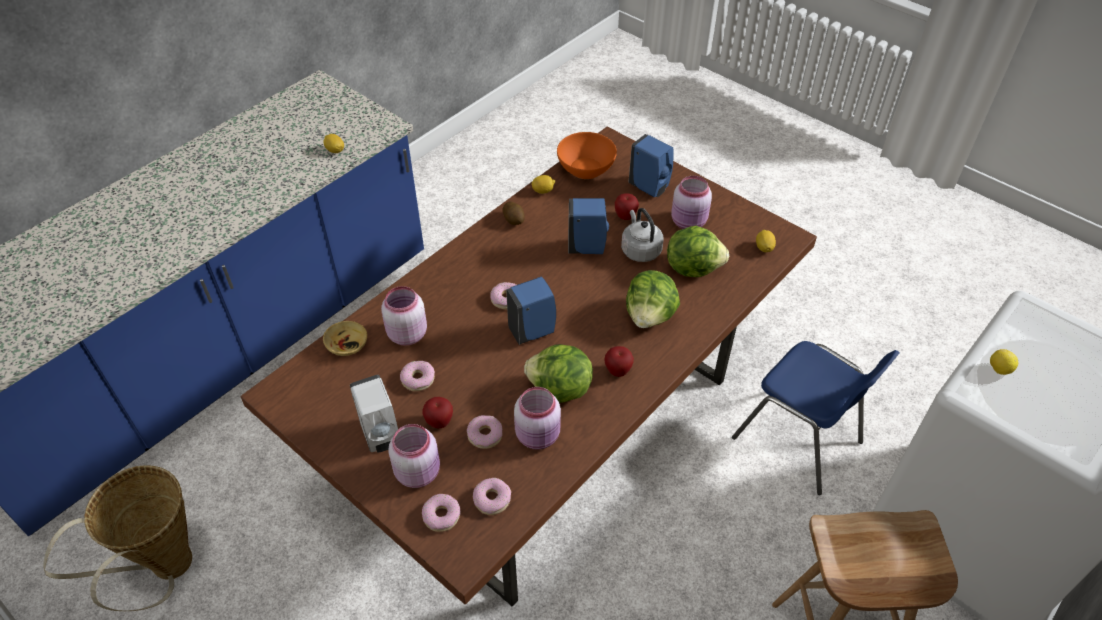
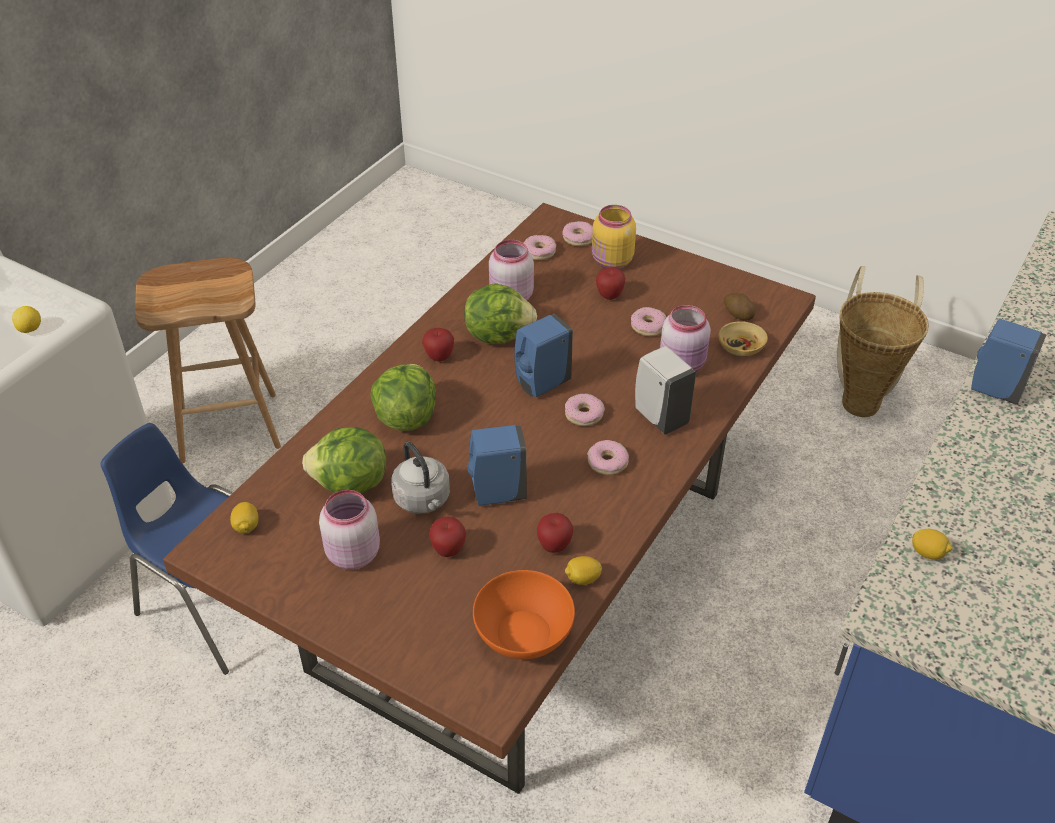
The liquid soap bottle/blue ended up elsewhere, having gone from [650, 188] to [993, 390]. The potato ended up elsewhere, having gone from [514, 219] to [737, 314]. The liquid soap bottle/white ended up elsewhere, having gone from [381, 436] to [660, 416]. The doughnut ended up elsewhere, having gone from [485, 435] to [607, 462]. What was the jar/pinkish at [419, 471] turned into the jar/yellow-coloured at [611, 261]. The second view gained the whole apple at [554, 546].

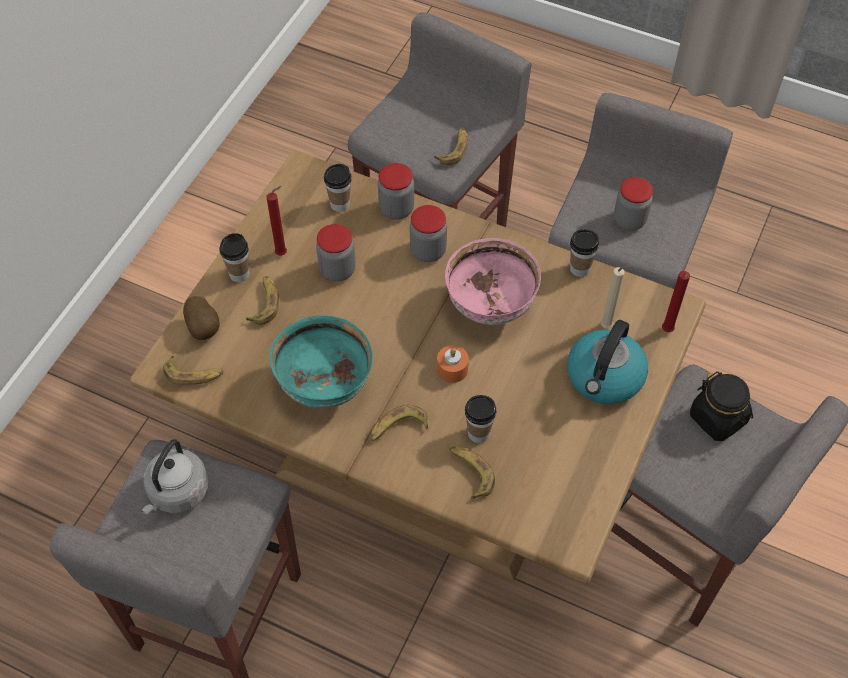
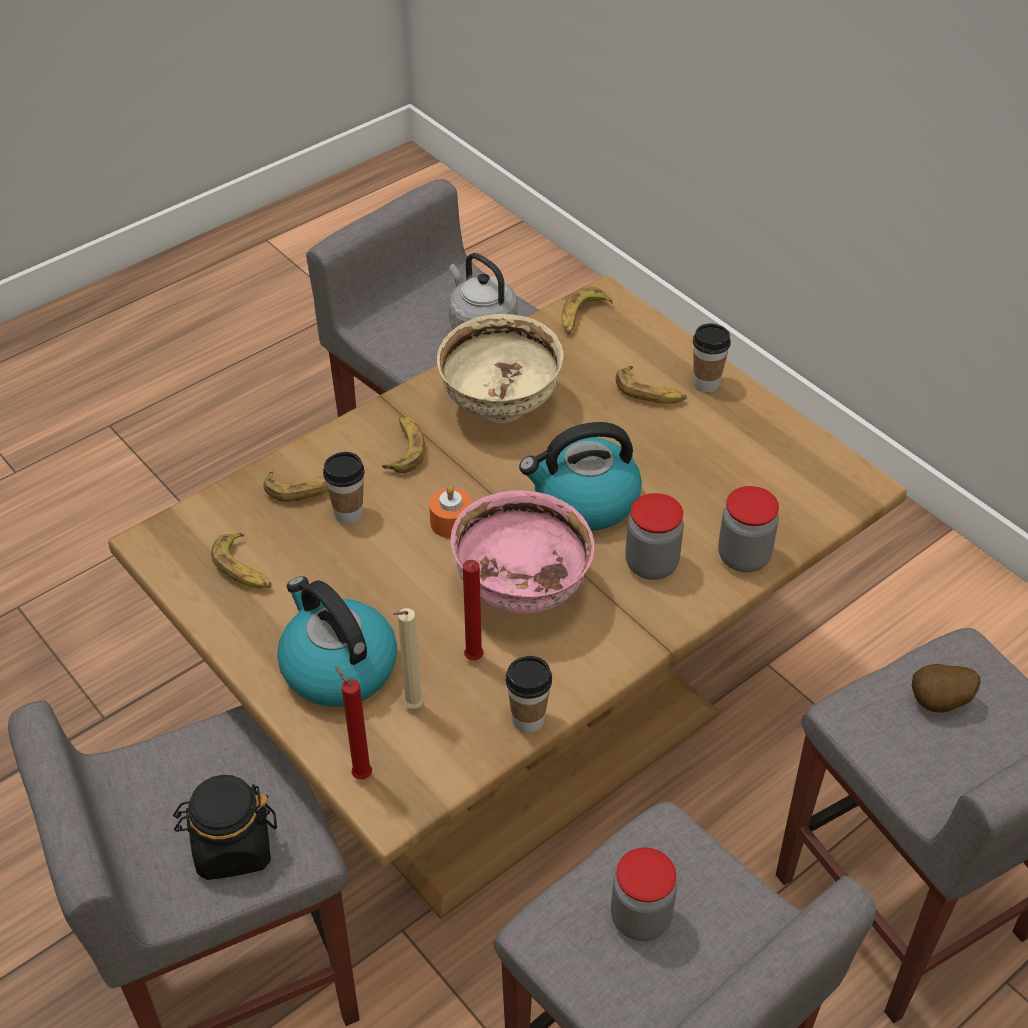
The whole banana ended up elsewhere, having gone from [454, 149] to [244, 568]. The second view lost the cup at [340, 204]. The wax light/reddish ended up elsewhere, having gone from [283, 253] to [473, 660]. The second view lost the jar at [337, 270]. The potato ended up elsewhere, having gone from [204, 328] to [939, 703]. What was the serving bowl/blue-green at [325, 385] turned into the serving bowl/beige at [502, 408]. The second view gained the tea kettle at [584, 501].

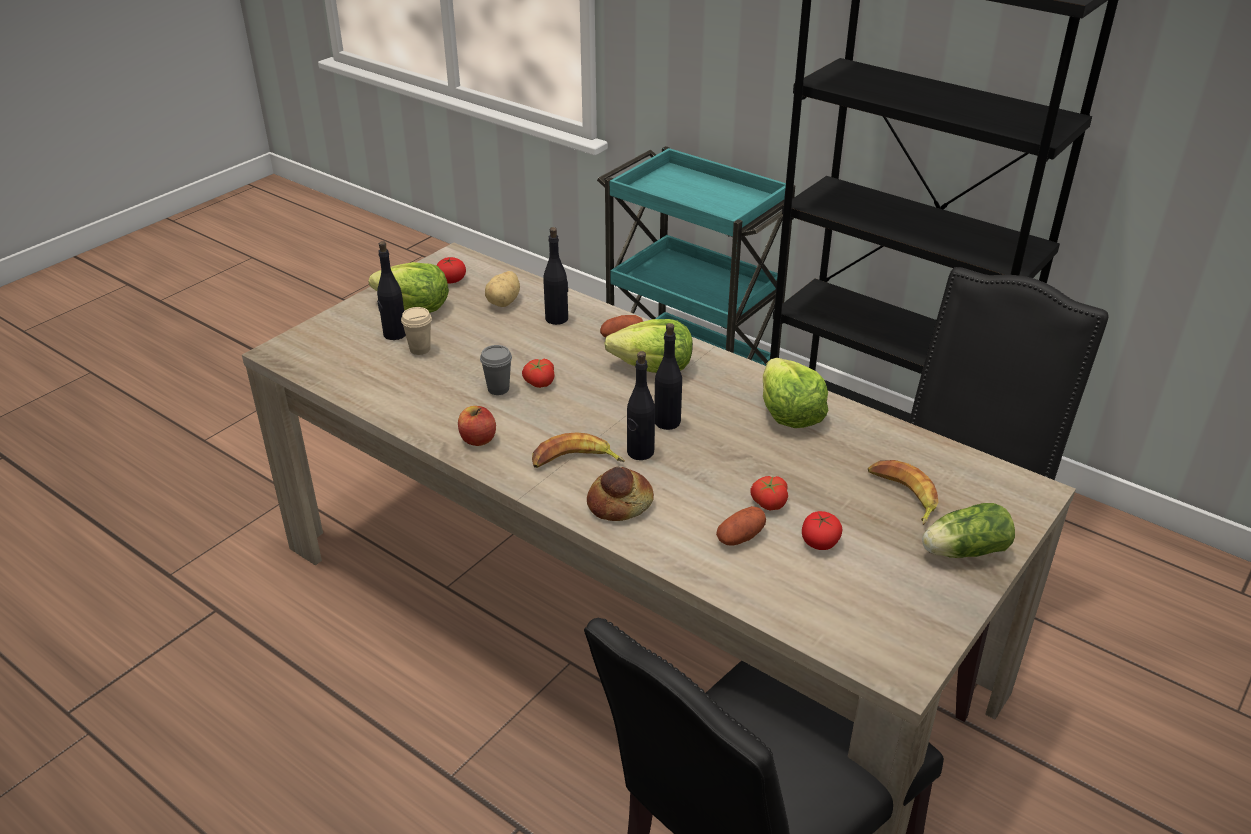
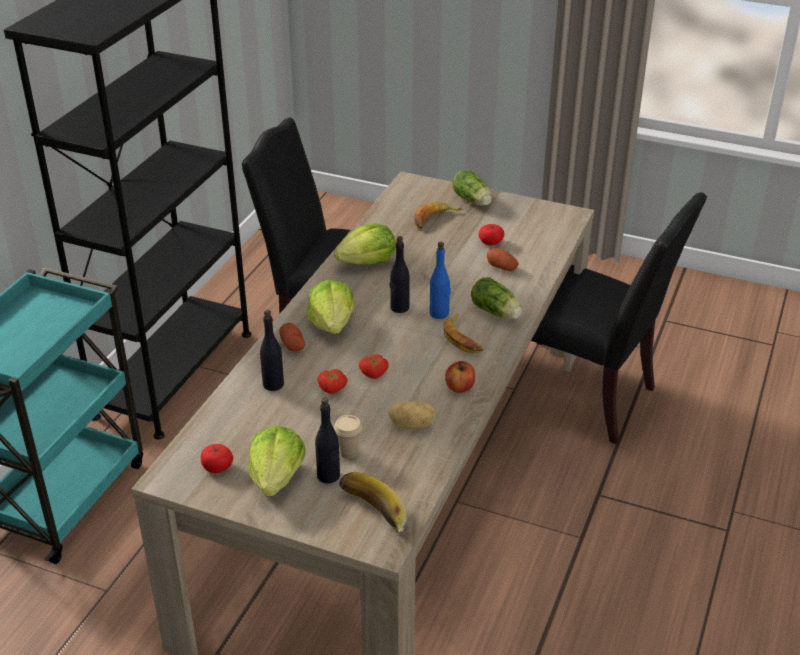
The potato ended up elsewhere, having gone from [505, 302] to [412, 425]. The second view lost the cup/greyish at [498, 389]. What was the drink bottle/black at [640, 452] turned into the drink bottle/blue at [439, 313]. Where the baked bread stood at [620, 504], the lettuce came to stand at [496, 313]. The whole tomato ended up elsewhere, having gone from [768, 502] to [332, 389]. The second view gained the whole banana at [371, 514].

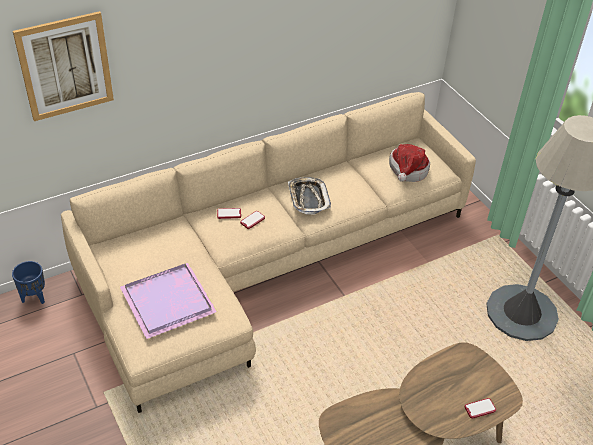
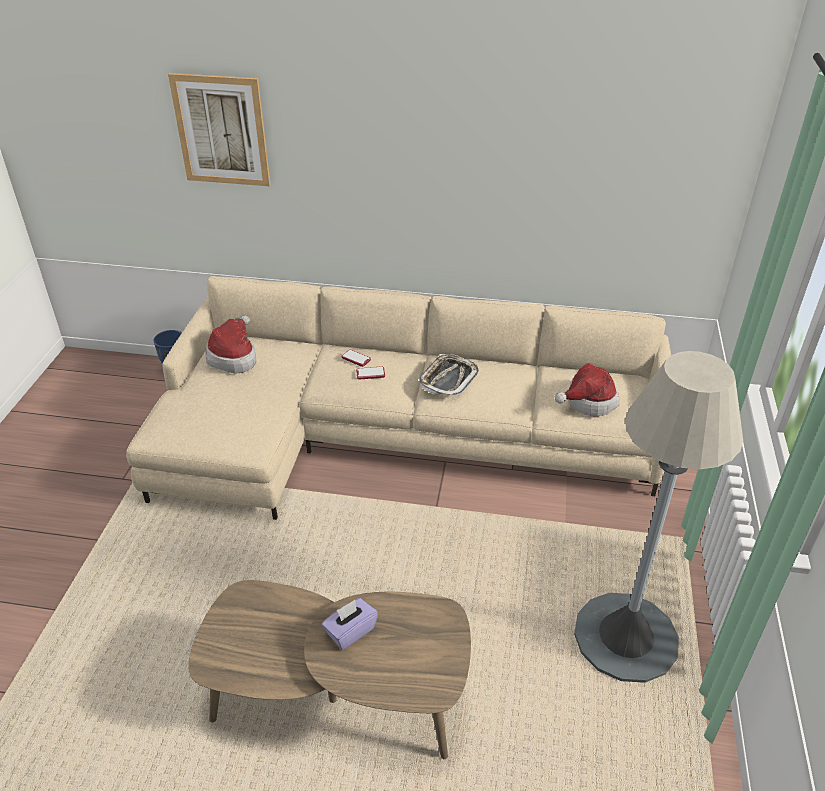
The second view lost the tray/purple at [170, 302]. The second view lost the phone at [480, 409]. The second view gained the hat at [234, 357]. The second view gained the tissue box/purple at [350, 631].

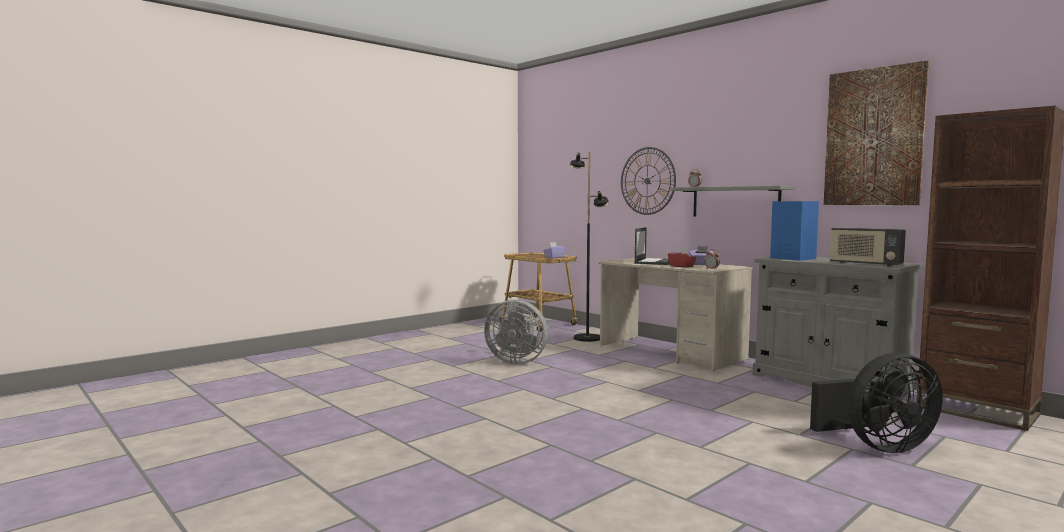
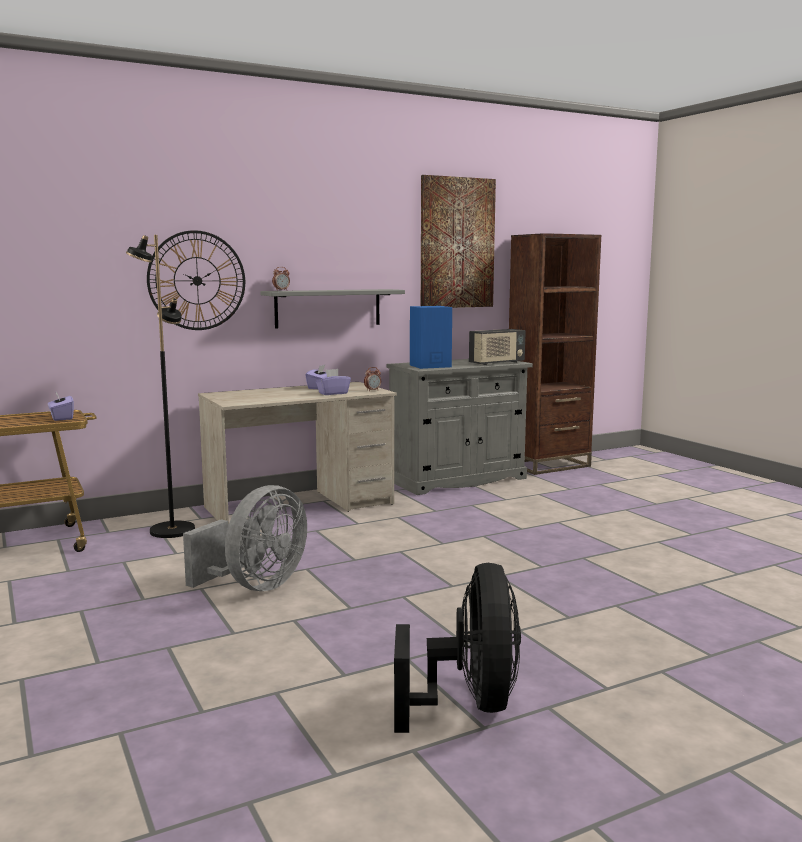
The second view lost the laptop at [655, 262]. What was the tissue box/reddish at [681, 266] turned into the tissue box/purple at [333, 393]. The cooling fan/black ended up elsewhere, having gone from [878, 446] to [469, 704].

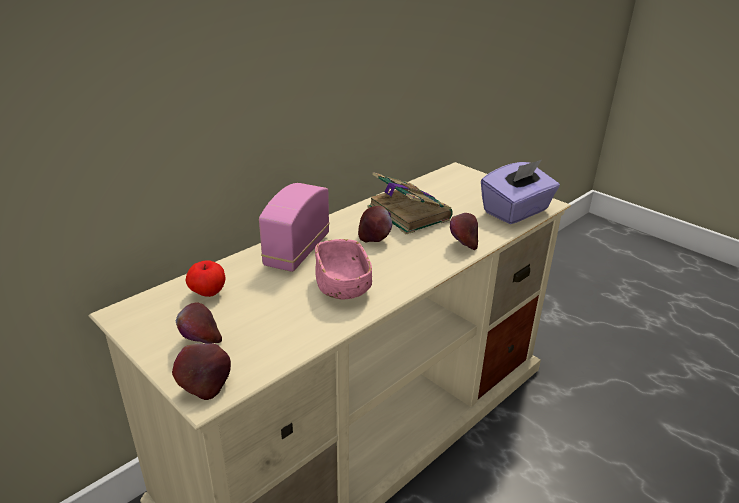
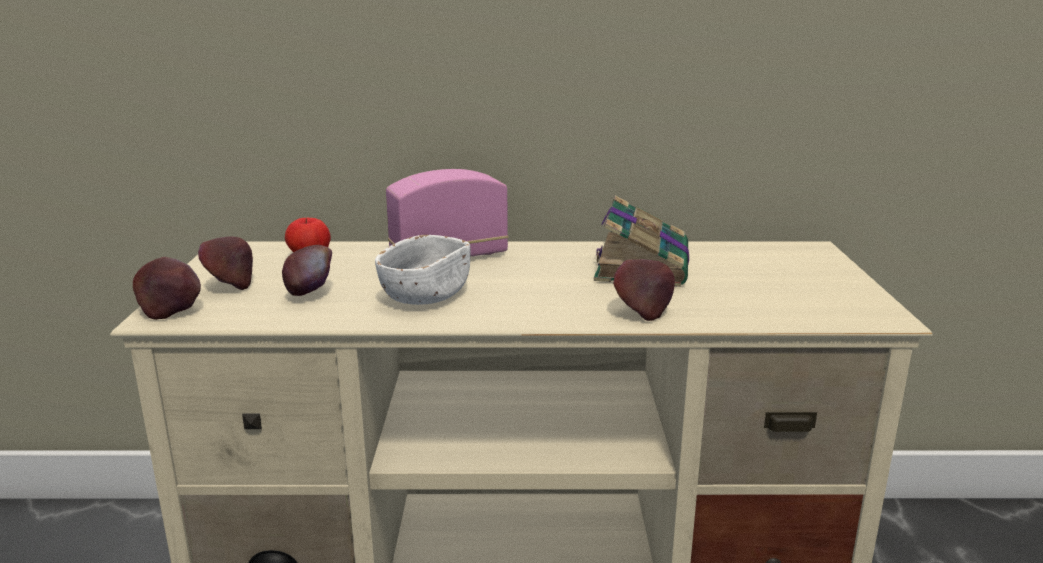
The second view lost the tissue box/purple at [516, 211]. The whole apple ended up elsewhere, having gone from [374, 238] to [310, 294]. What was the serving bowl/pinkish at [342, 286] turned into the serving bowl/white at [426, 295].

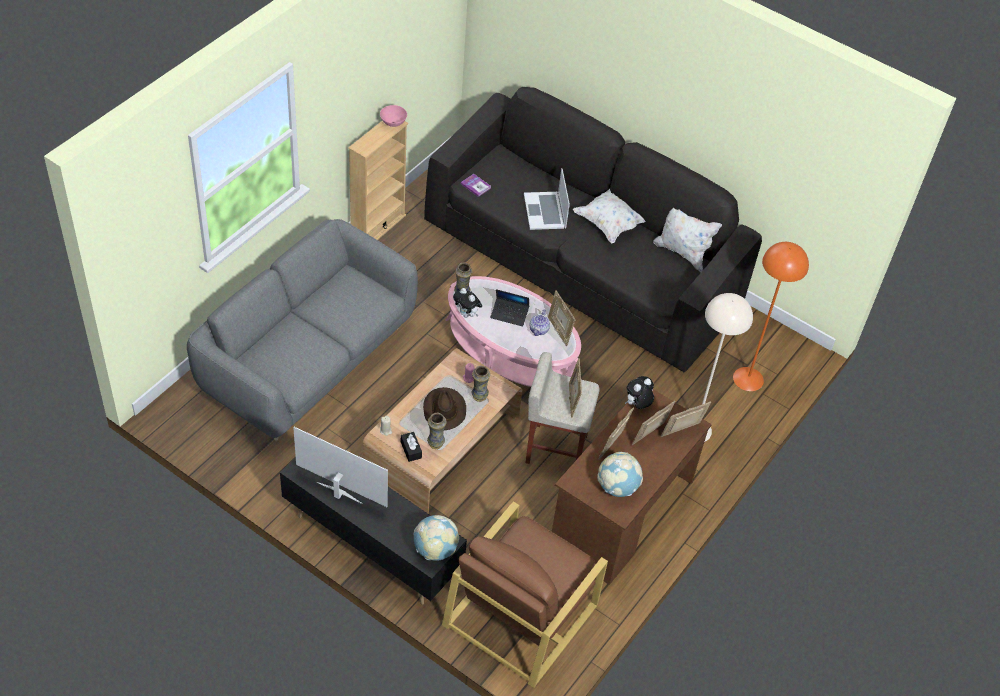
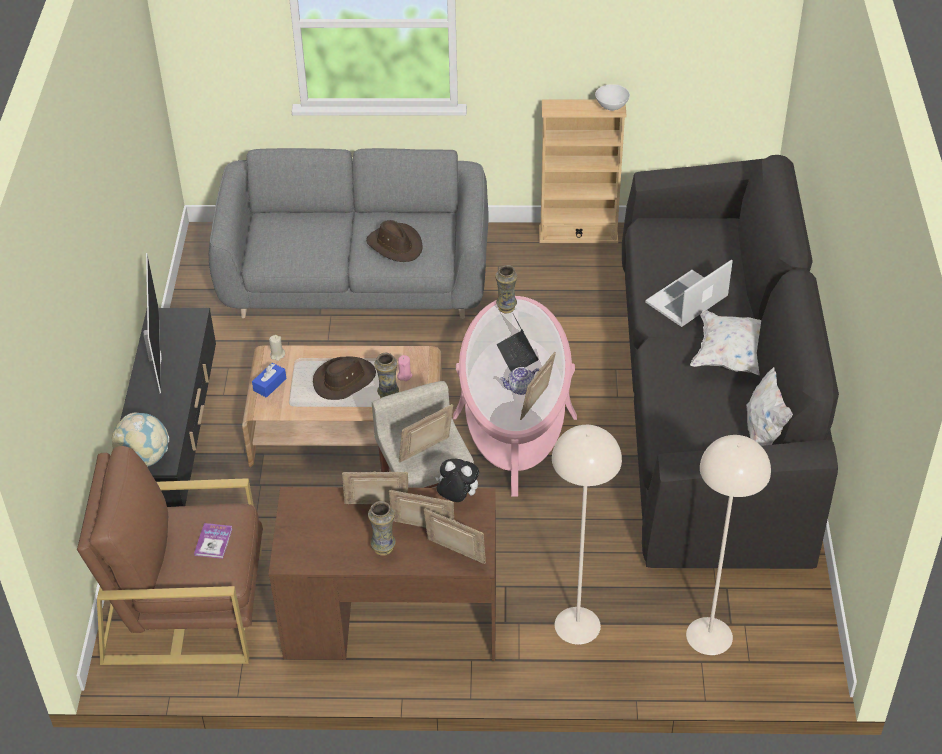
What was the serving bowl/pinkish at [393, 123] turned into the serving bowl/white at [611, 107]. The book ended up elsewhere, having gone from [475, 186] to [213, 542]. What was the floor lamp/orange-coloured at [748, 379] turned into the floor lamp/beige at [709, 636]. The second view lost the plush toy at [467, 314]. The decorative vase ended up elsewhere, having gone from [435, 443] to [384, 547]. What was the tissue box/black at [411, 450] turned into the tissue box/blue at [270, 385]. The second view lost the world globe at [617, 487]. The second view gained the hat/brownish at [395, 245].

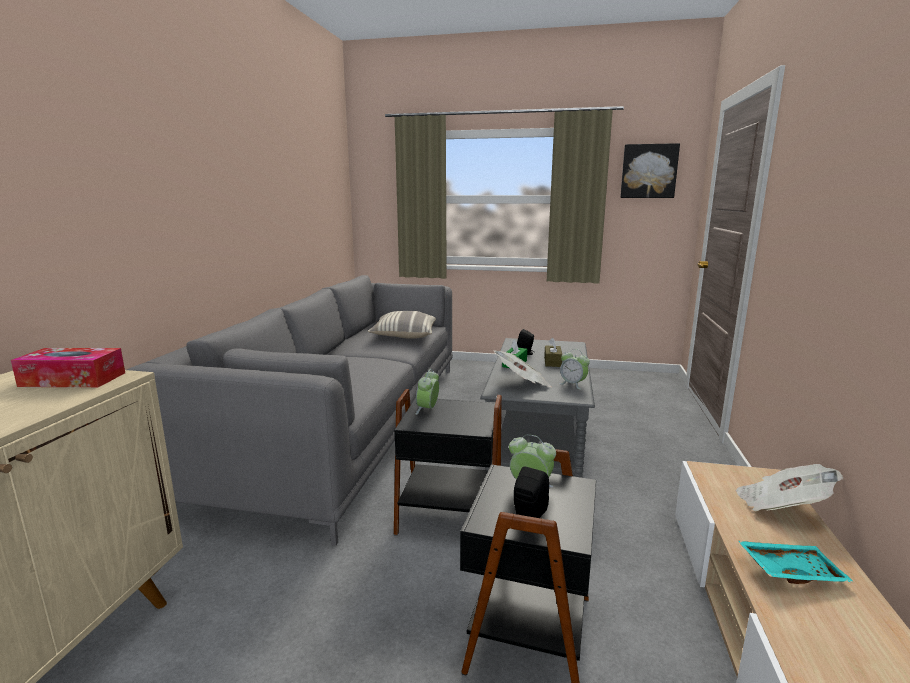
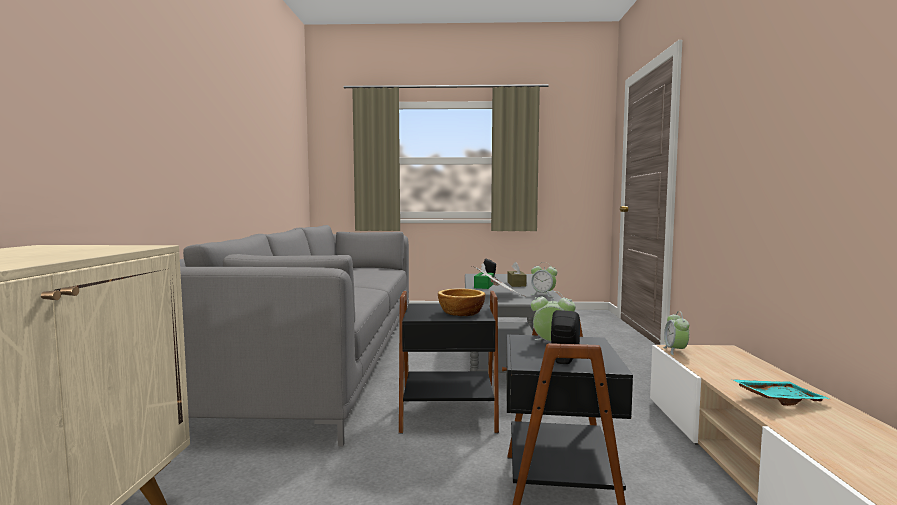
The second view lost the wall picture at [648, 171]. The second view lost the cushion at [404, 336]. The second view lost the tissue box at [73, 379]. The bedside clock ended up elsewhere, having gone from [427, 409] to [675, 351]. The second view lost the daily paper at [781, 506]. The second view gained the serving bowl at [460, 313].

